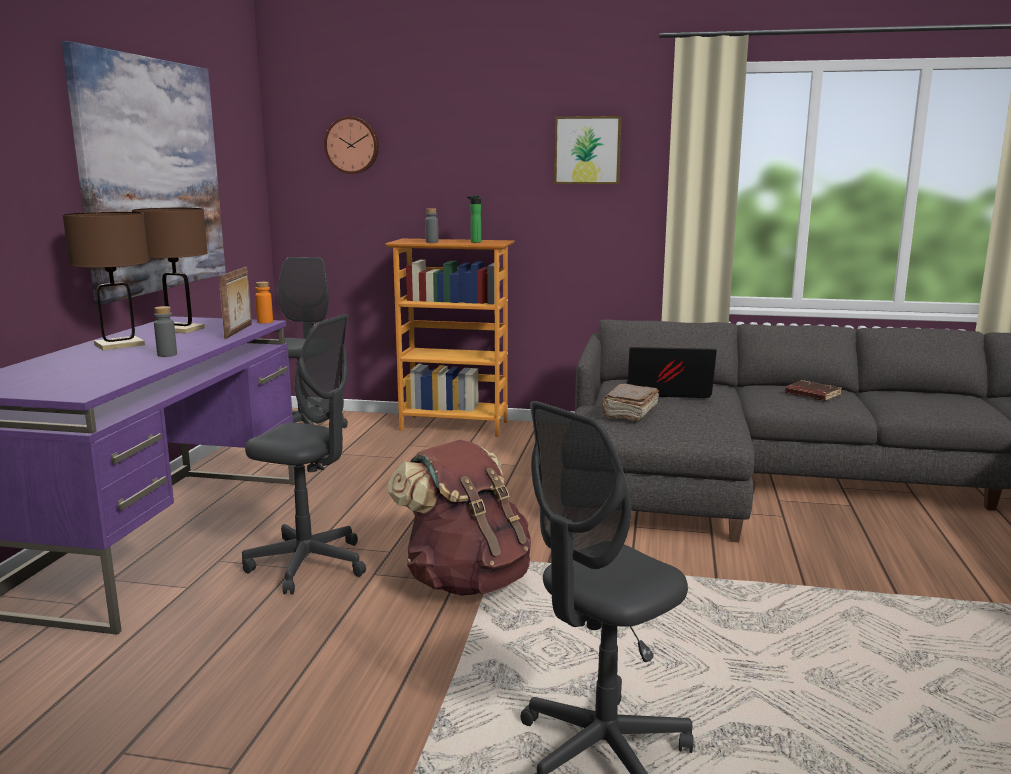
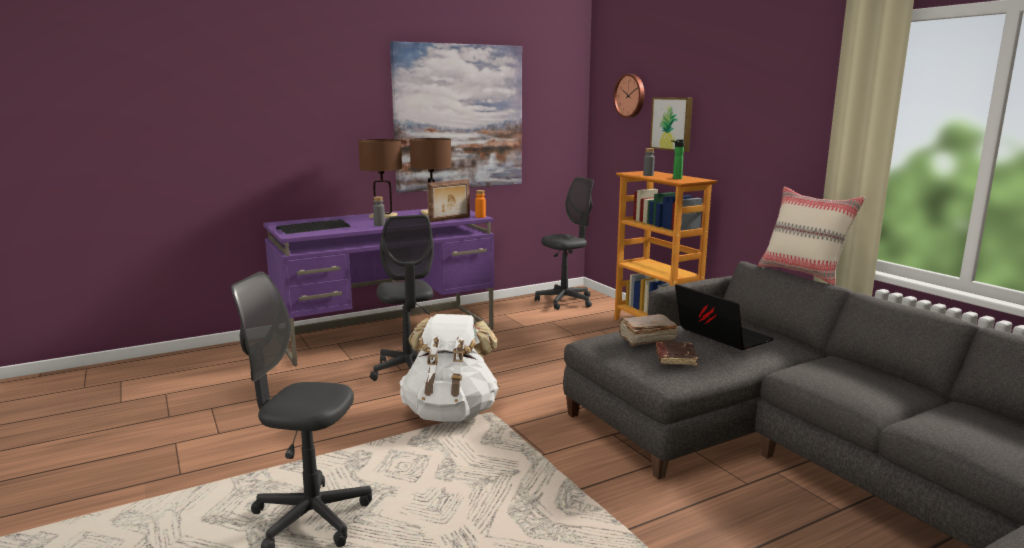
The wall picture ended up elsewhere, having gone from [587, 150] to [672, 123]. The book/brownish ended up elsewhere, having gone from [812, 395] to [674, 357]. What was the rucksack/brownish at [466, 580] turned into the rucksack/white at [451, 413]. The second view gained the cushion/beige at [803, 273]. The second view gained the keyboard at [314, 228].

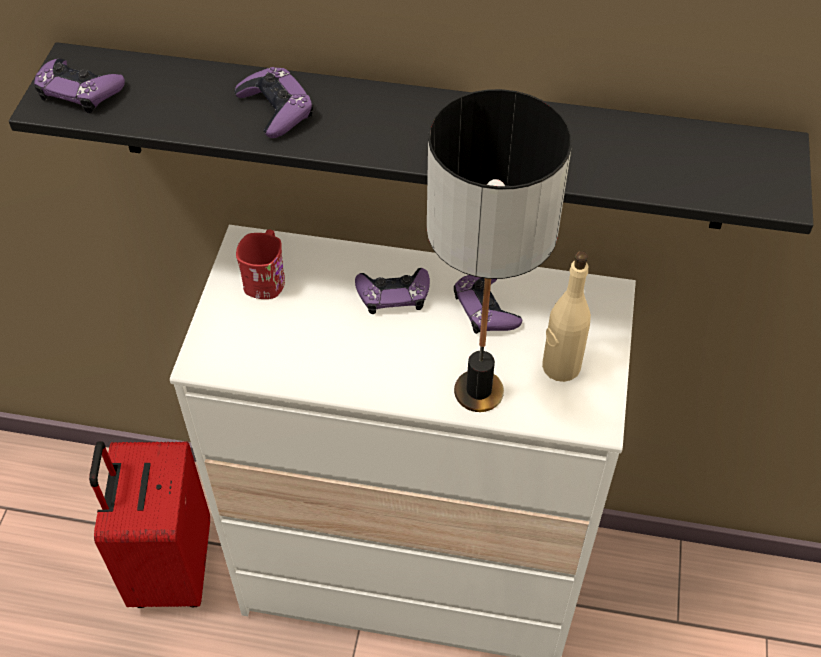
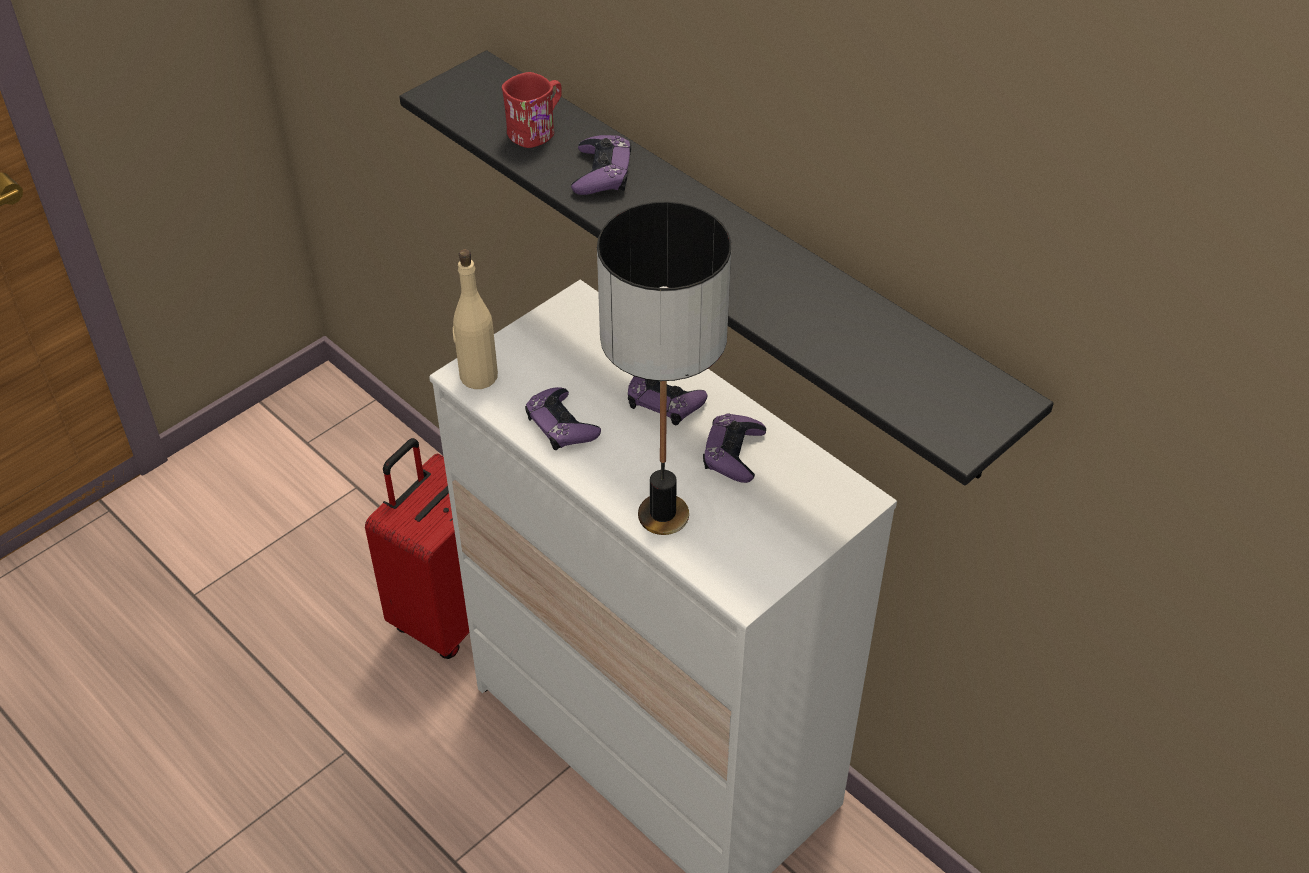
The gamepad/purple ended up elsewhere, having gone from [79, 91] to [561, 425]. The coffee mug/reddish ended up elsewhere, having gone from [266, 278] to [537, 130]. The drink bottle/beige ended up elsewhere, having gone from [560, 366] to [478, 376].

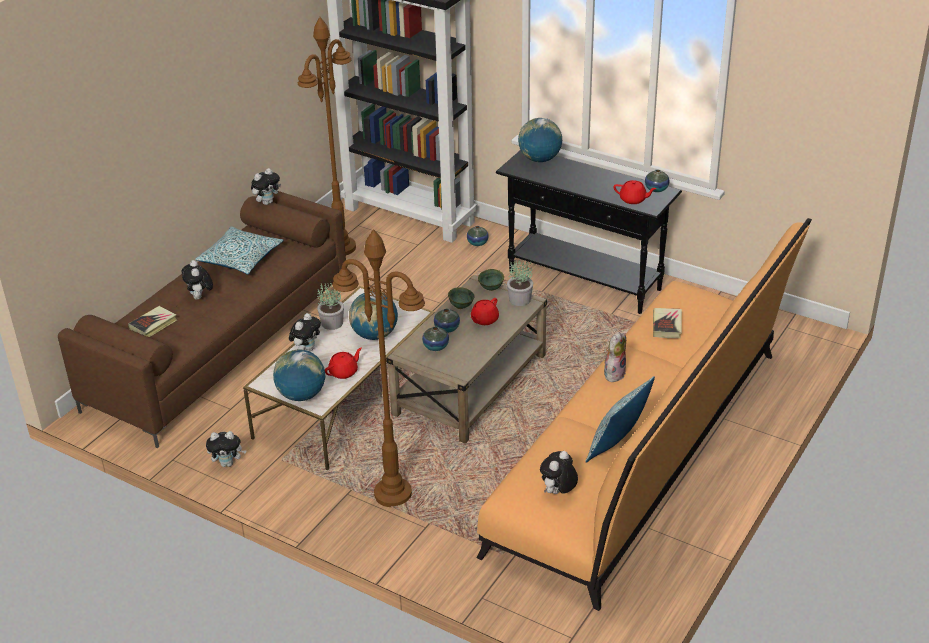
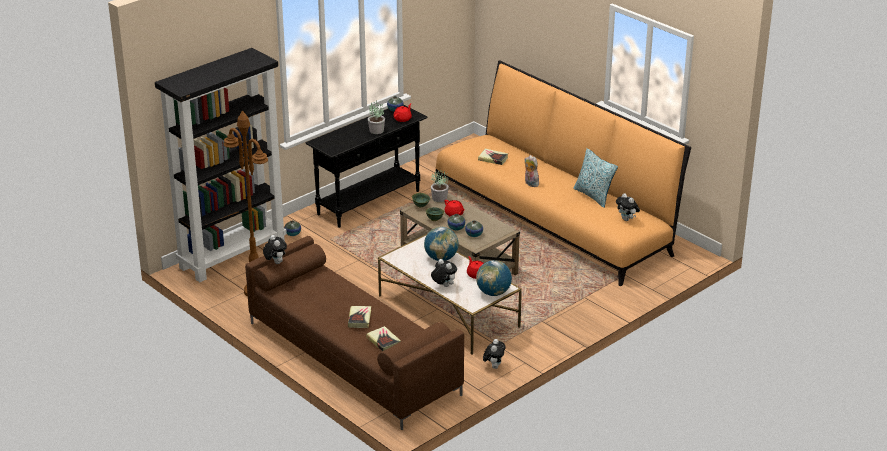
The second view lost the world globe at [540, 159]. The second view lost the cushion at [240, 258]. The second view lost the floor lamp/brownish at [393, 494]. Where the plush toy stood at [200, 297], the book came to stand at [359, 319]. The potted plant ended up elsewhere, having gone from [332, 323] to [376, 130].

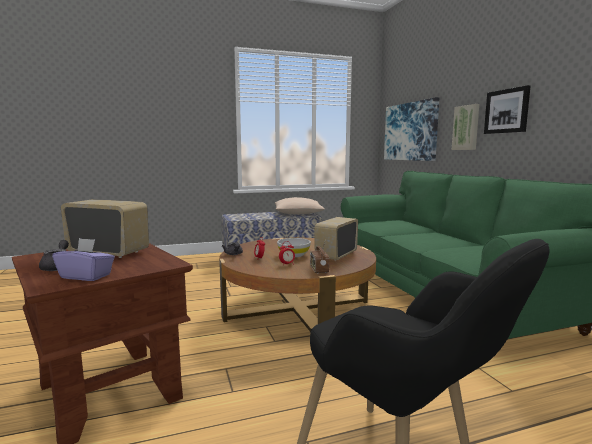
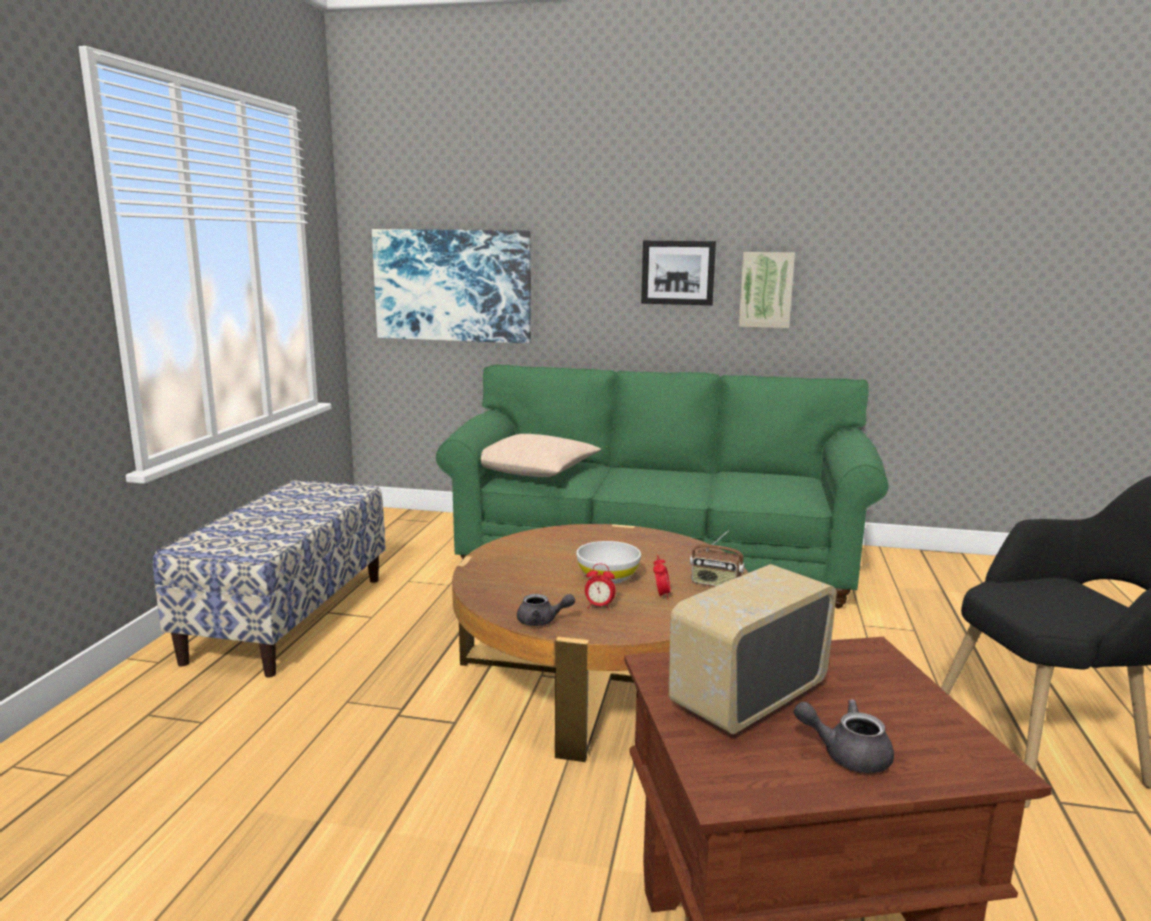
The wall picture ended up elsewhere, having gone from [466, 128] to [766, 289]. The cushion/beige ended up elsewhere, having gone from [298, 213] to [534, 471]. The second view lost the radio at [336, 255]. The second view lost the tissue box/purple at [86, 276].

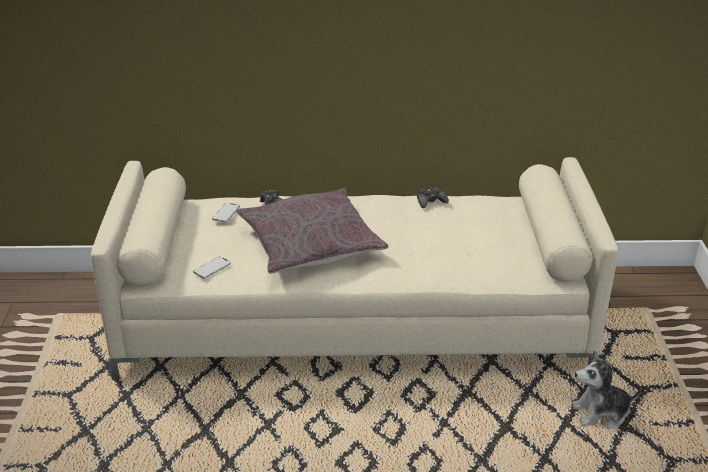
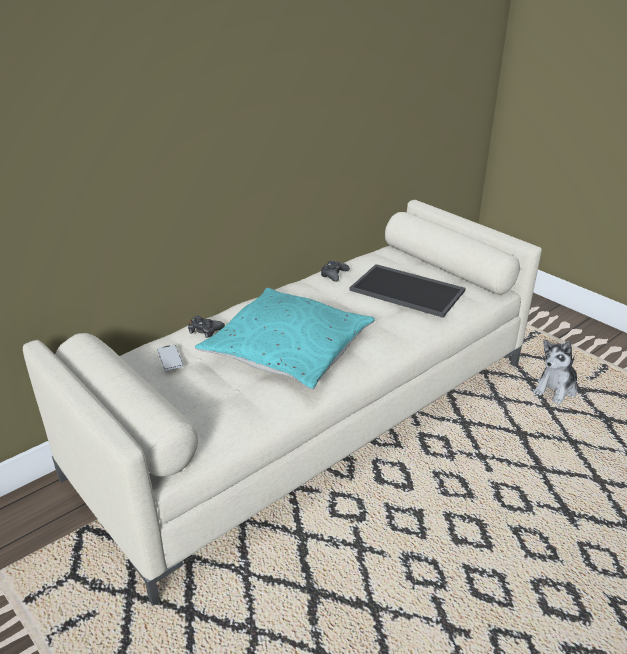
What was the cushion/greyish at [310, 244] turned into the cushion/blue-green at [287, 350]. The second view lost the phone at [212, 268]. The second view gained the tray at [408, 290].

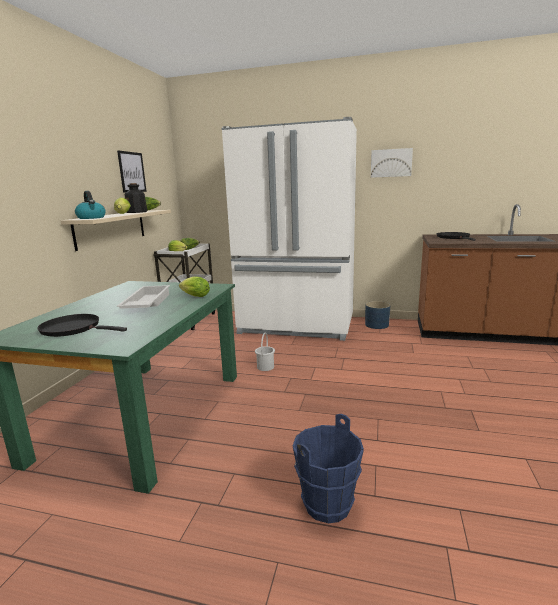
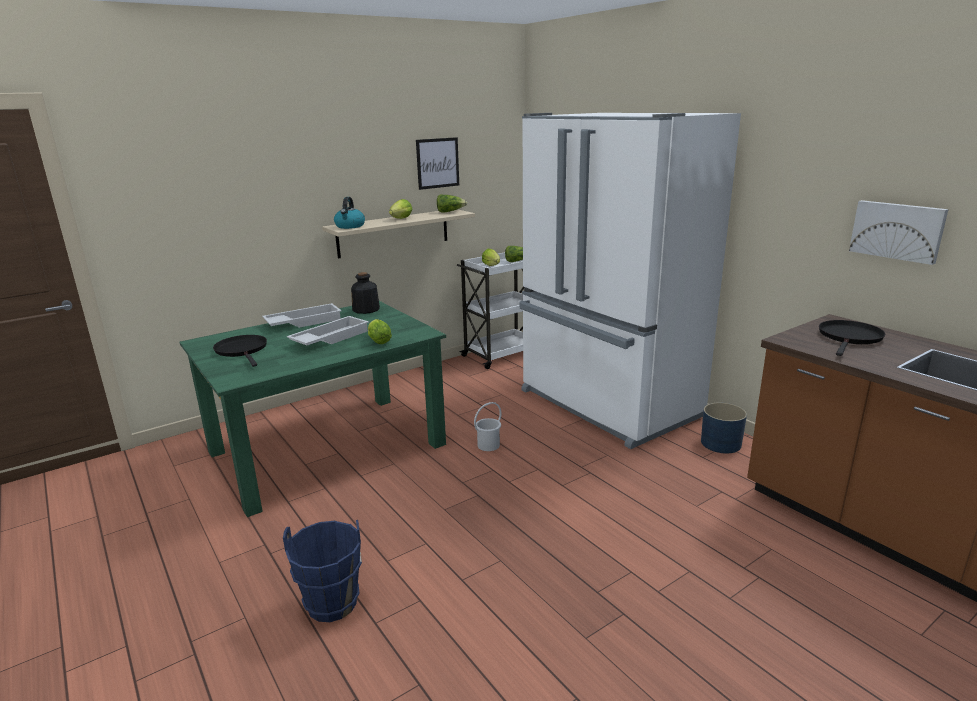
The wall picture ended up elsewhere, having gone from [391, 163] to [897, 230]. The drink bottle ended up elsewhere, having gone from [137, 212] to [366, 309]. The second view gained the tray/white at [304, 322].

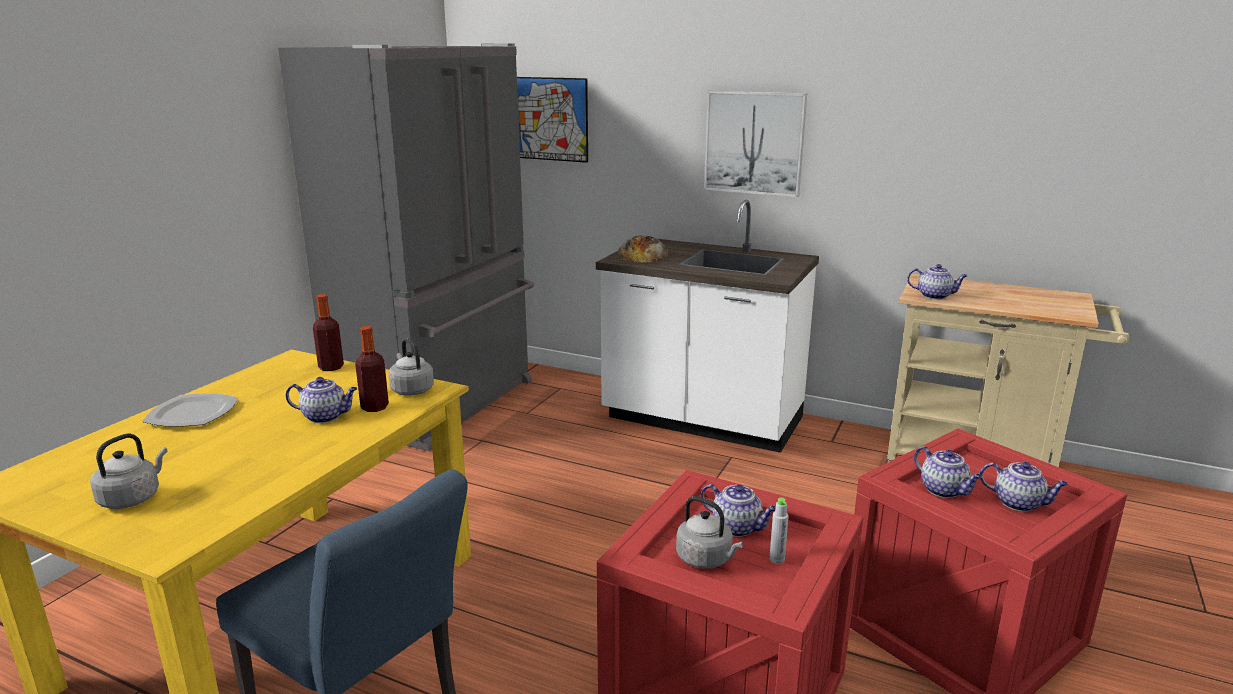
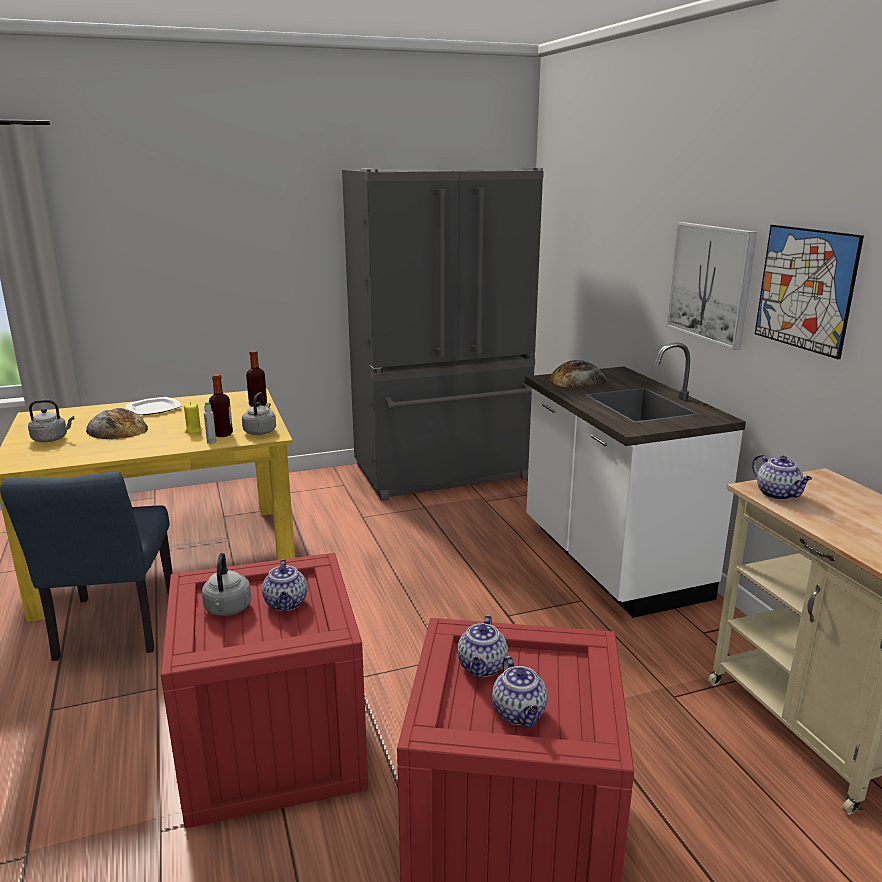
The wall picture ended up elsewhere, having gone from [552, 119] to [805, 289]. Where the tea pot stood at [326, 416], the wax light/yellow-coloured came to stand at [193, 431]. The drink bottle/greyish ended up elsewhere, having gone from [777, 559] to [211, 442]. The second view gained the baked bread at [117, 428].

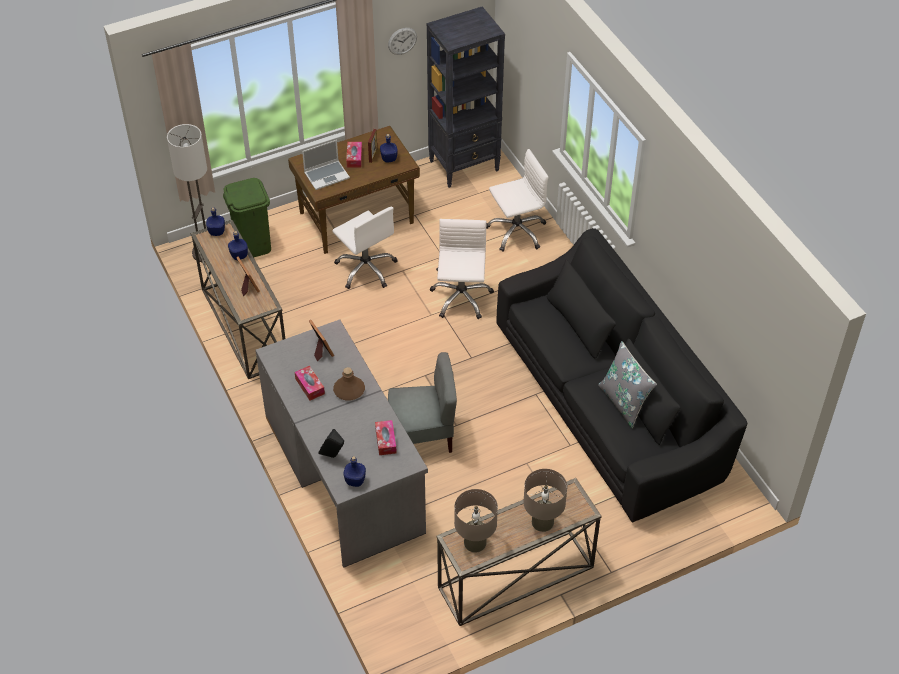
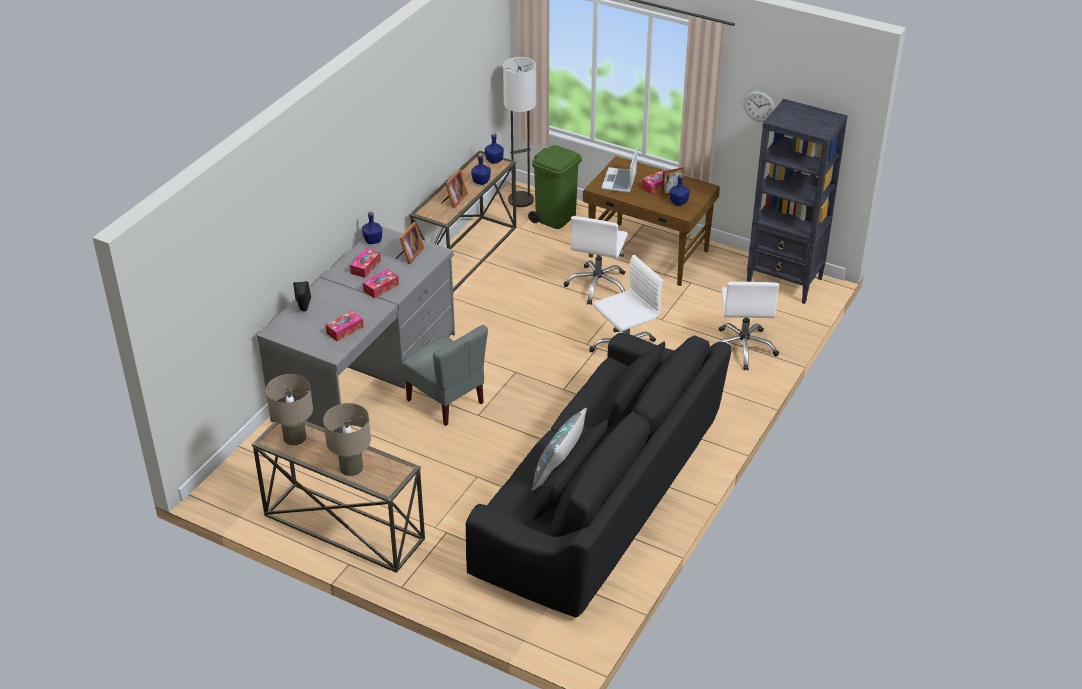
The laptop at [327, 175] ended up facing another way, 75 degrees clockwise from before. The desk chair/white at [516, 231] ended up facing another way, 60 degrees clockwise from before. Where the drink bottle/brownish stood at [349, 390], the tissue box came to stand at [381, 288]. The drink bottle/blue ended up elsewhere, having gone from [355, 480] to [373, 241].

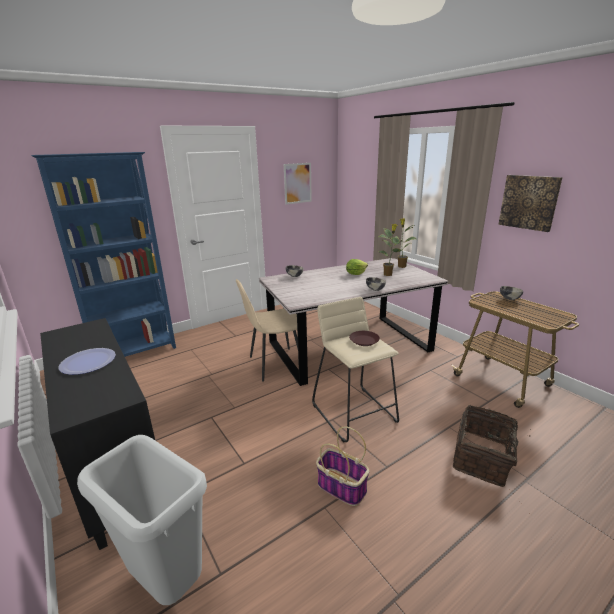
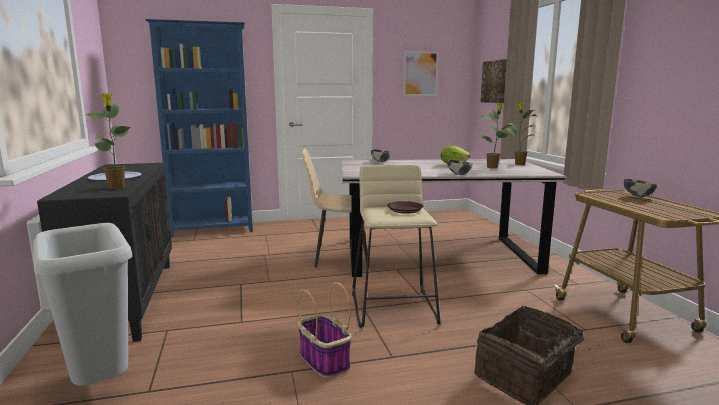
The wall picture ended up elsewhere, having gone from [529, 202] to [494, 81]. The second view gained the potted plant at [117, 187].

